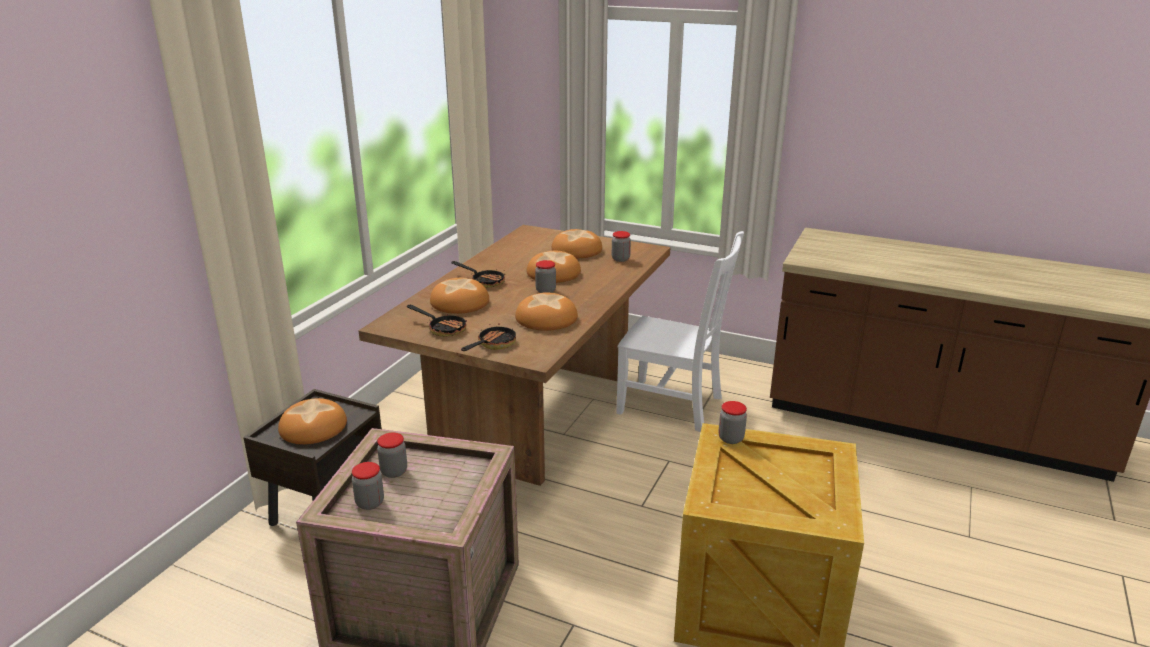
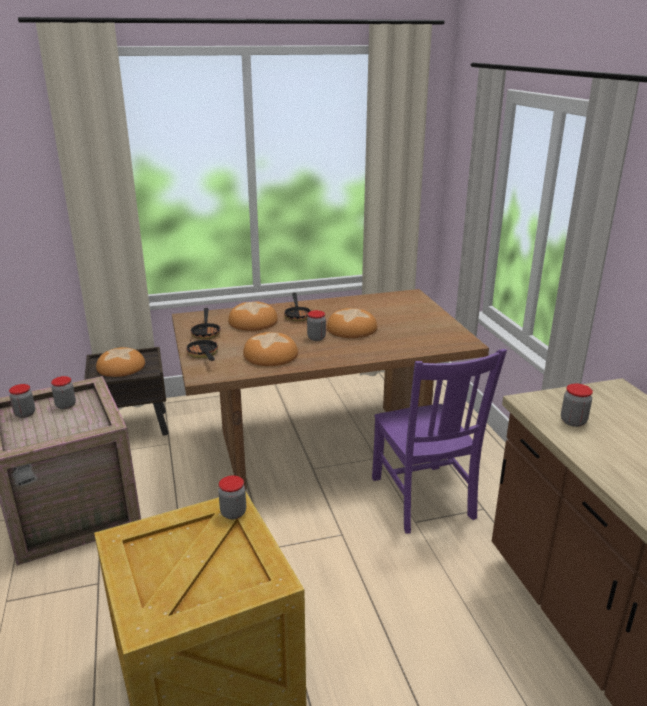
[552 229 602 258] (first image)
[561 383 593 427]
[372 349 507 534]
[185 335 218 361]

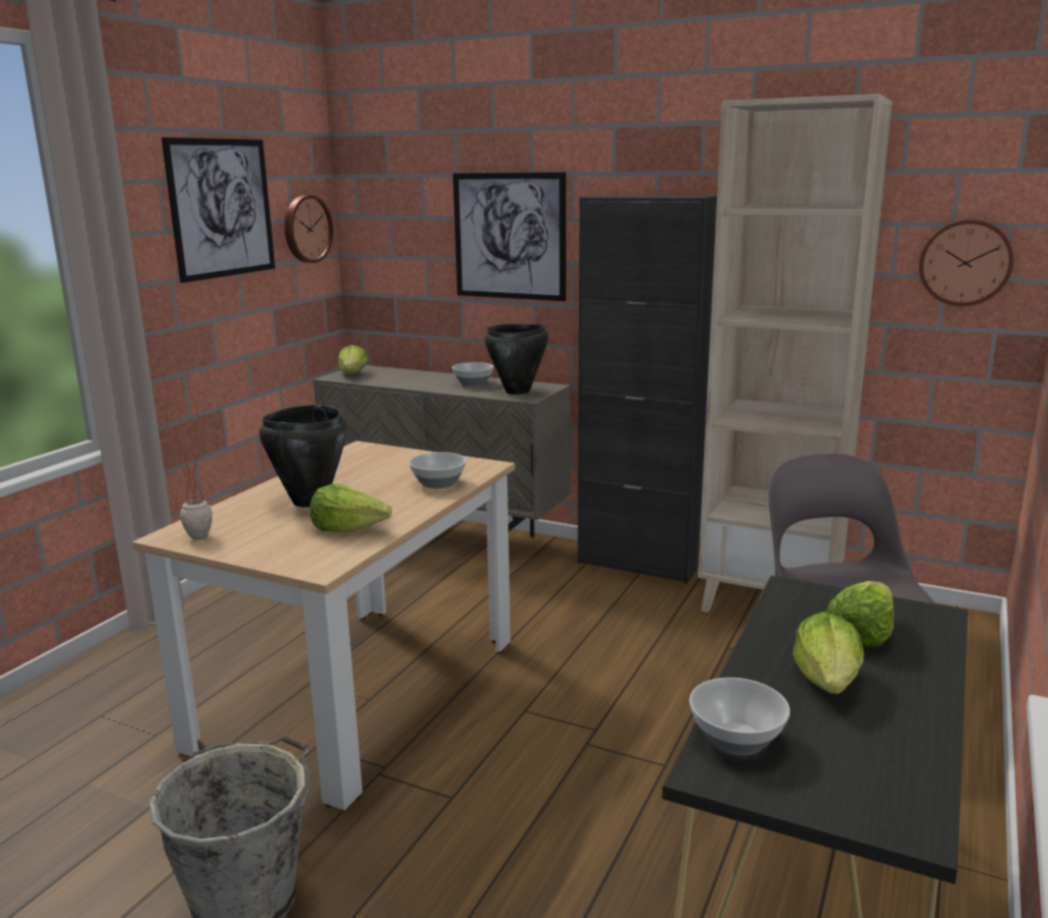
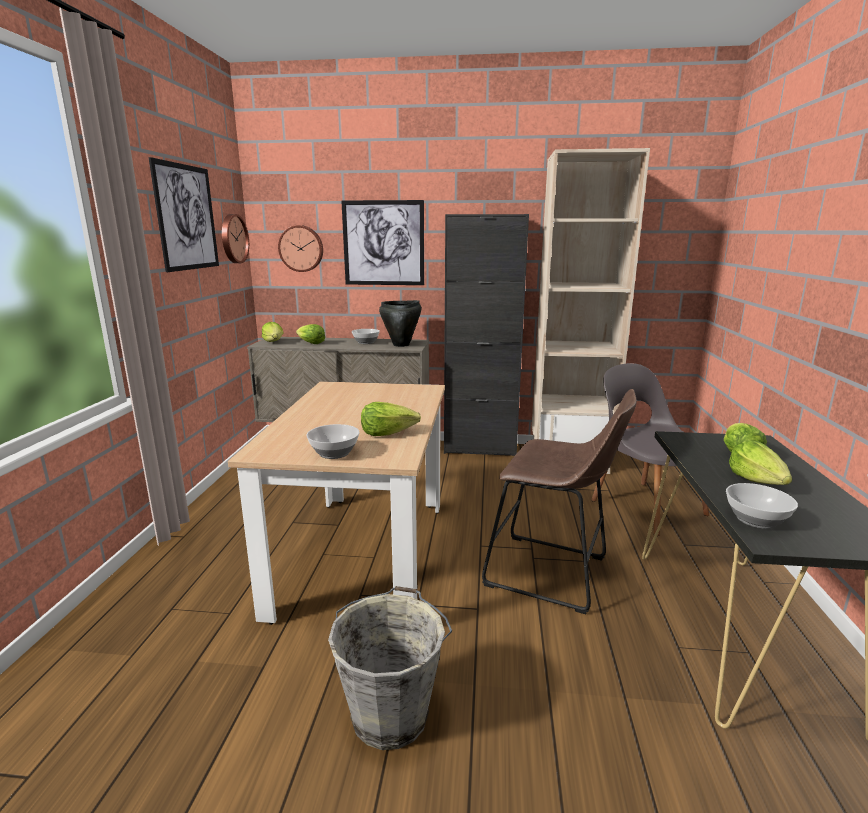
[278 225 323 272]
[160 357 212 540] (first image)
[259 405 347 507] (first image)
[307 424 360 459]
[296 324 325 344]
[482 389 637 614]

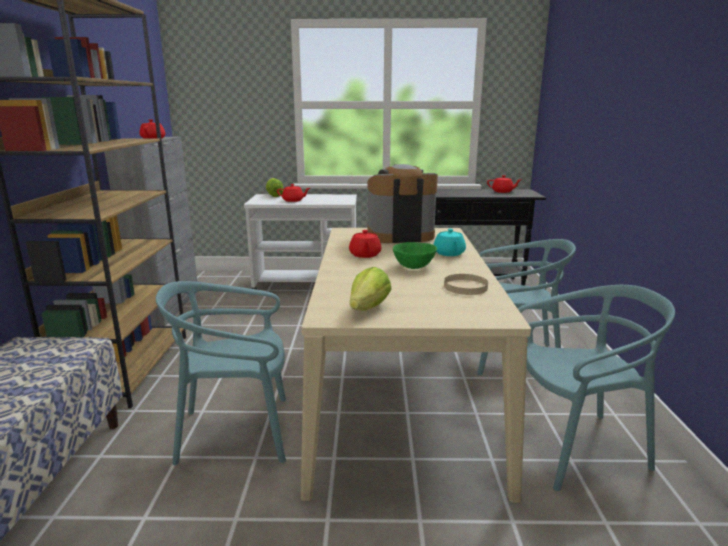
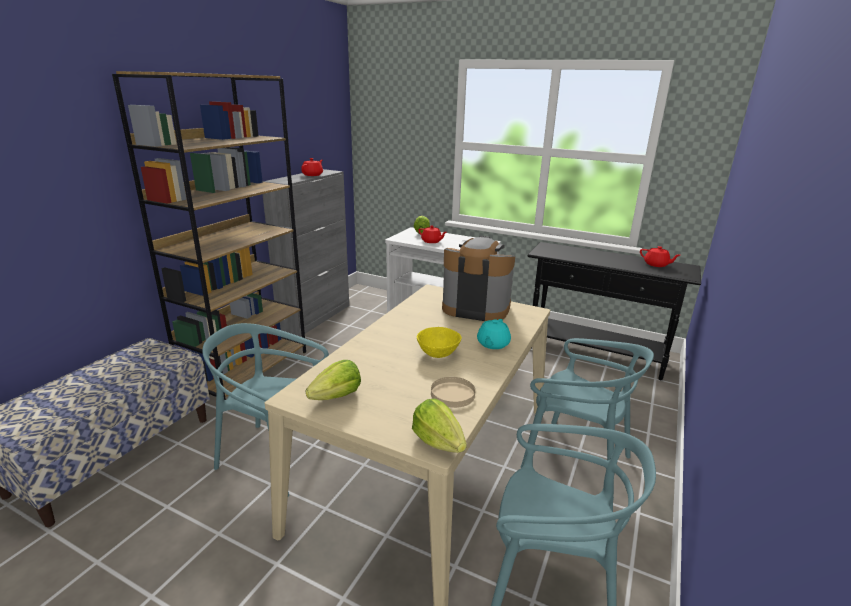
[349 230 381 258] (first image)
[417 327 462 358]
[412 398 467 453]

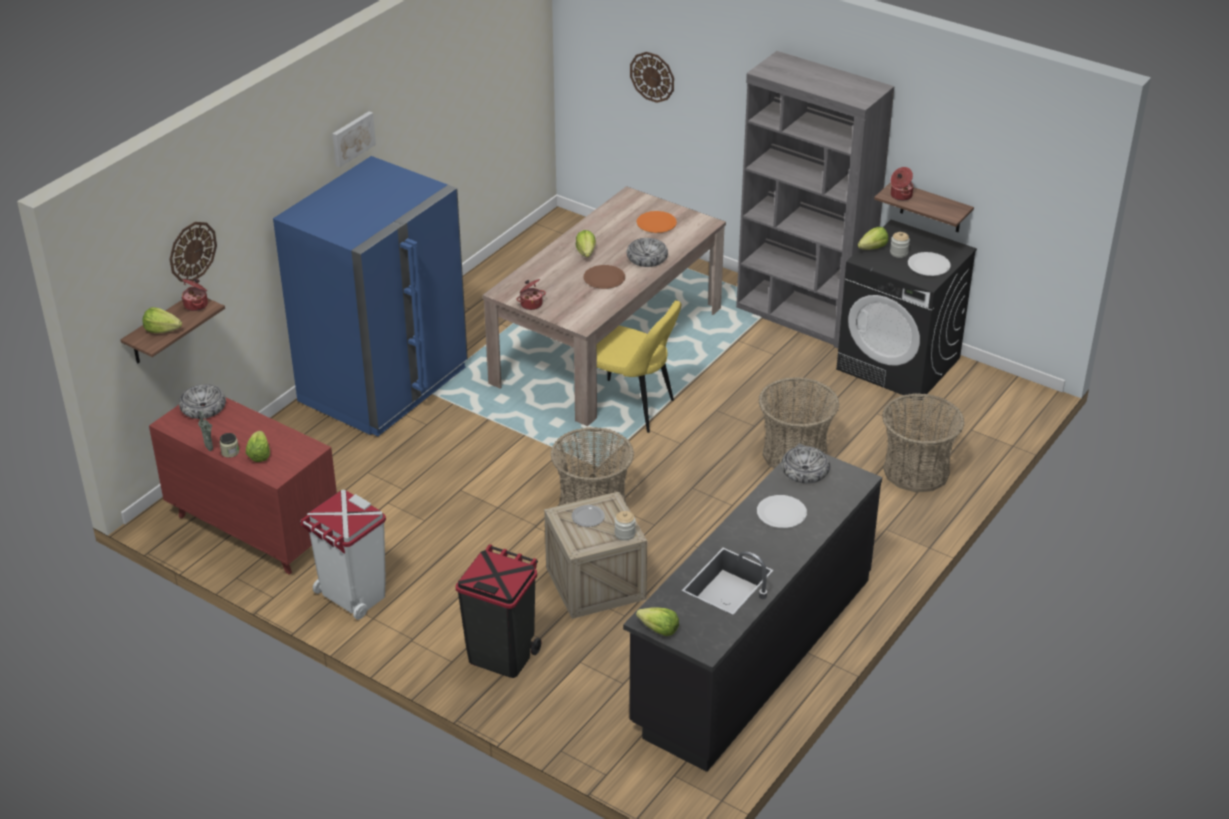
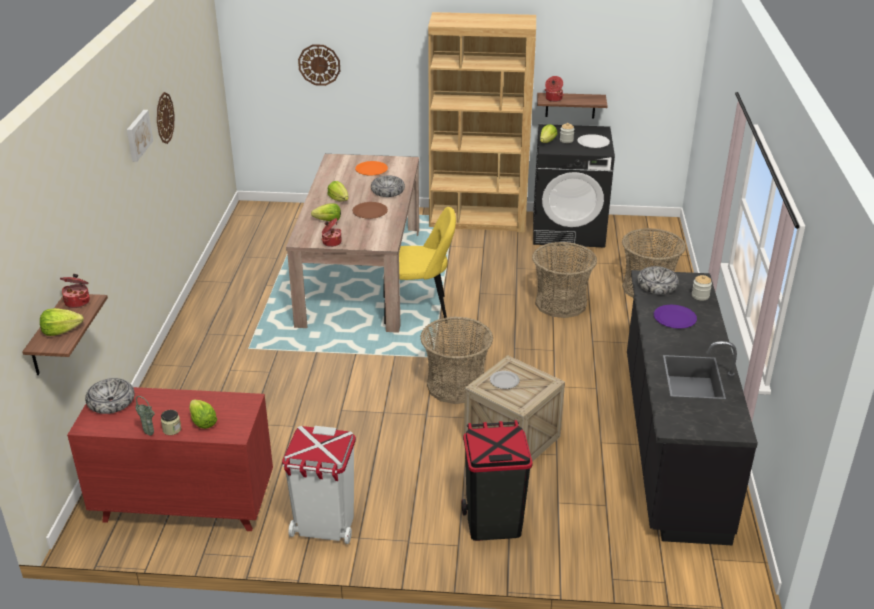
[428 12 536 232]
[273 156 468 436] (first image)
[157 92 175 144]
[654 305 697 329]
[692 275 712 301]
[311 203 341 221]

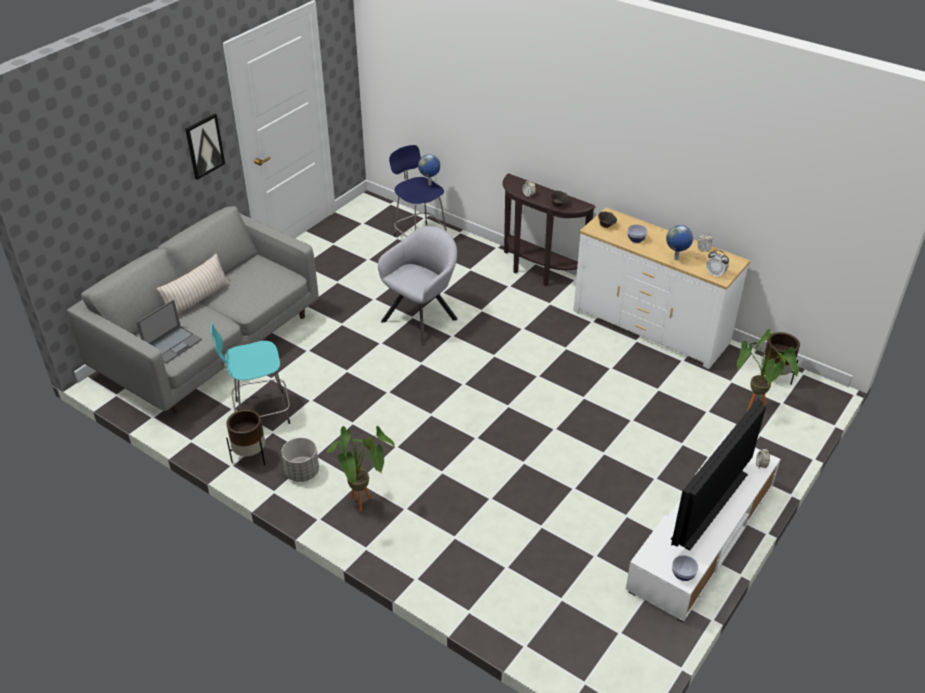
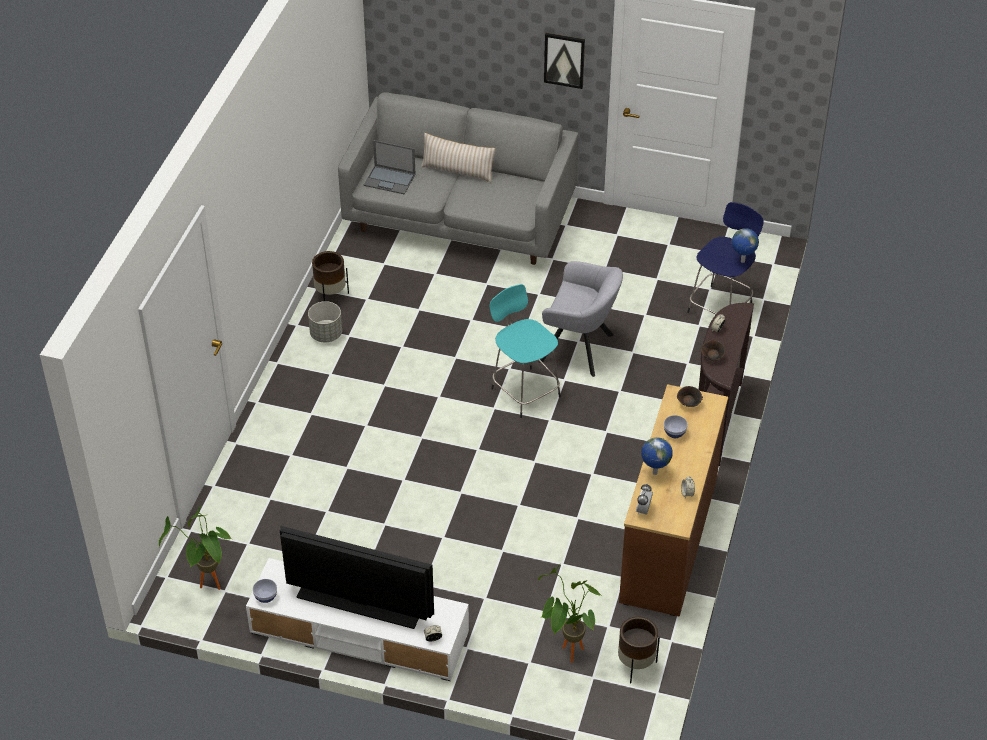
[619 384 728 617]
[490 284 561 418]
[159 505 232 590]

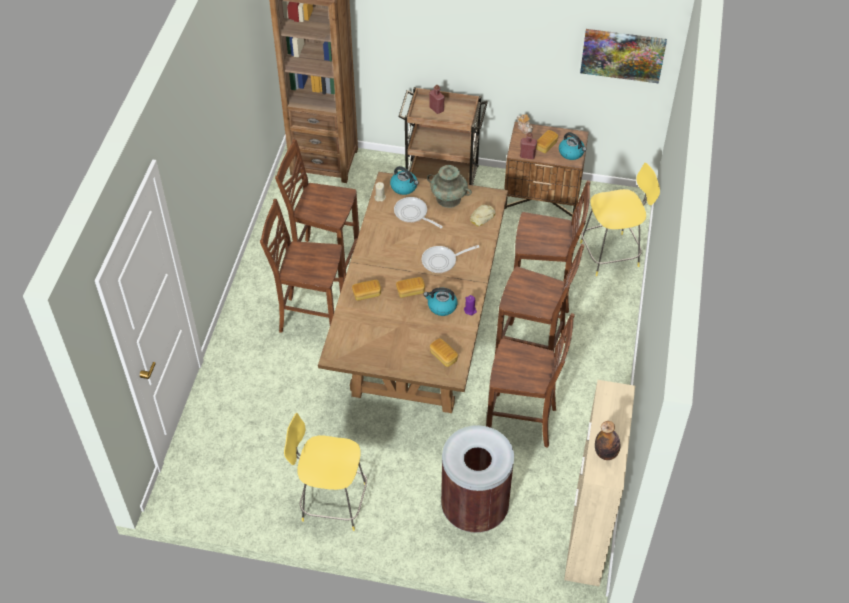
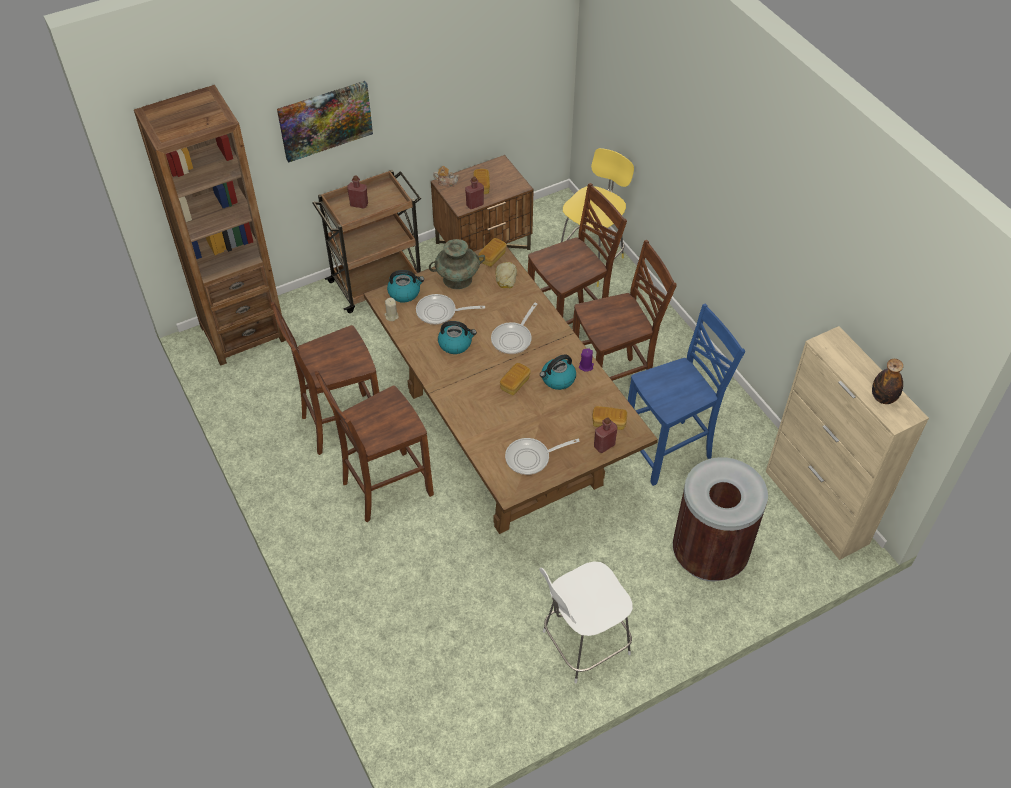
[277 81 373 163]
[438 321 477 354]
[479 238 507 267]
[628 304 745 486]
[539 562 633 684]
[594 418 618 453]
[505 438 580 475]

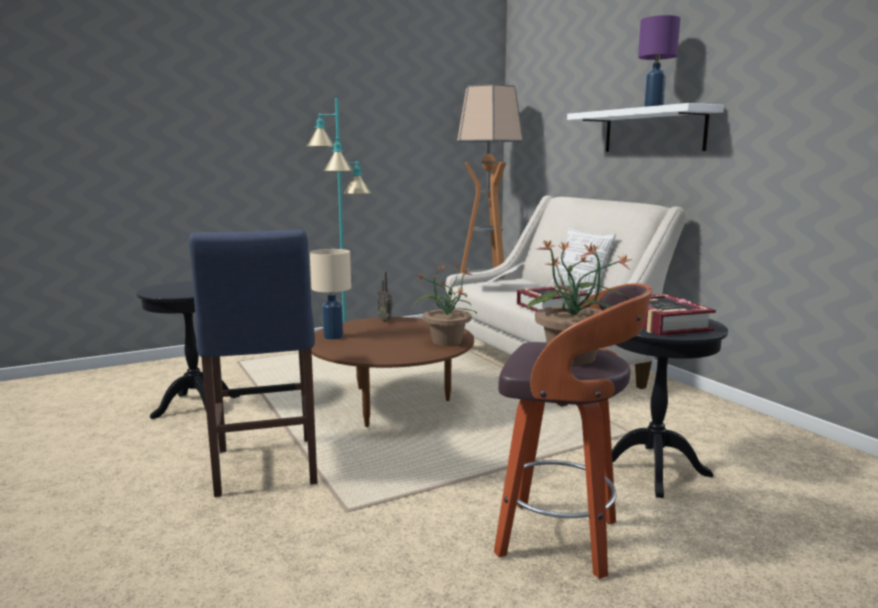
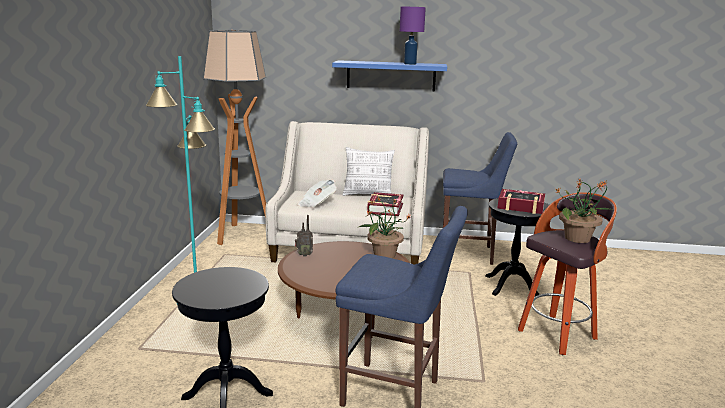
[332 60 447 92]
[310 249 351 340] (first image)
[443 132 517 265]

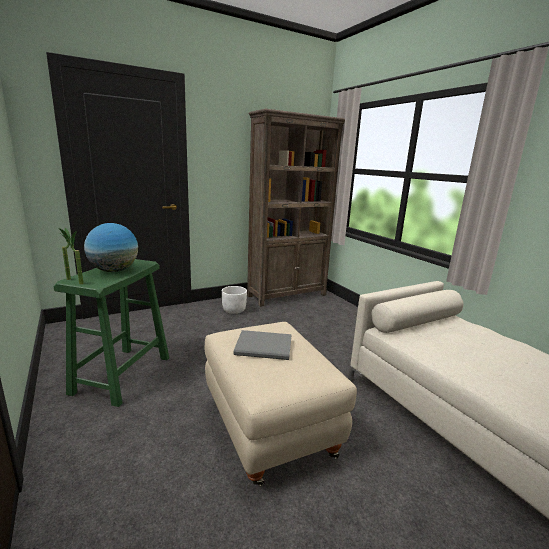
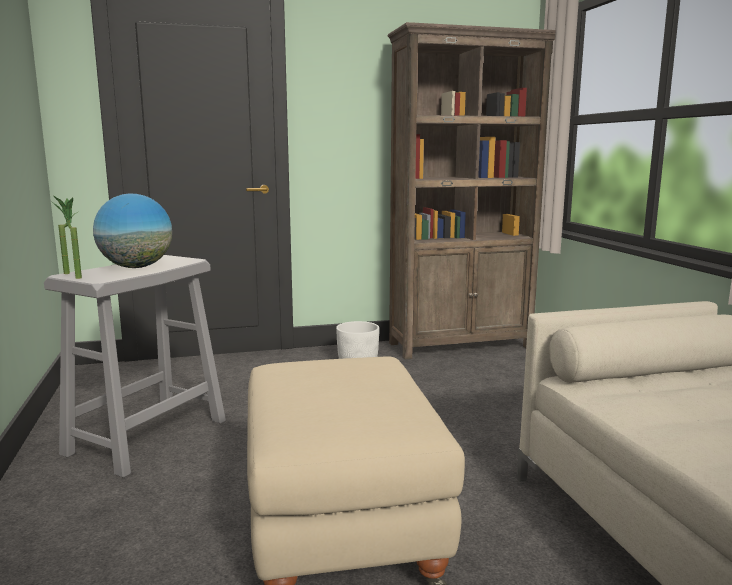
[44 255 226 478]
[234 330 292 360] (first image)

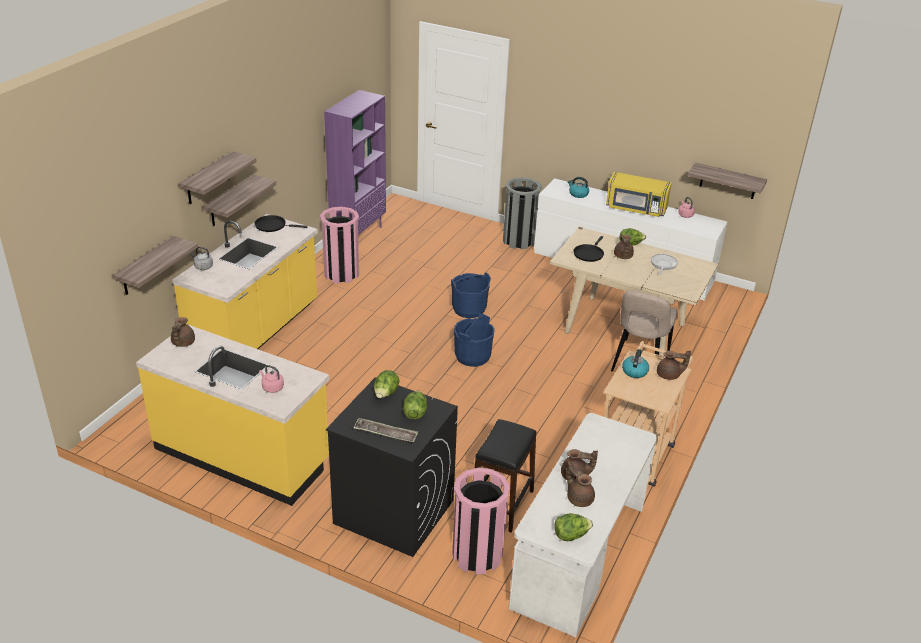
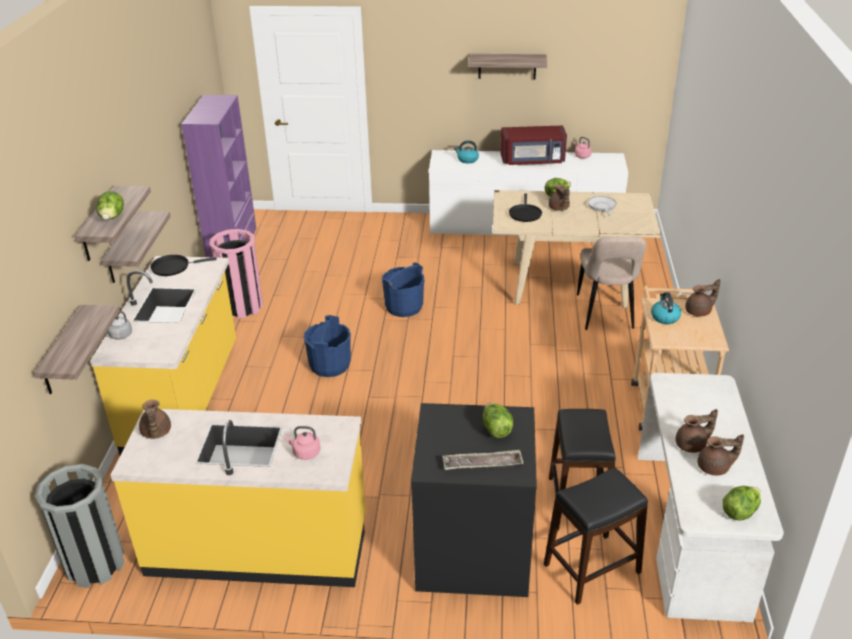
[468 54 547 79]
[500 125 567 165]
[34 464 125 588]
[303 315 351 377]
[96 191 124 220]
[698 434 744 475]
[544 467 648 605]

